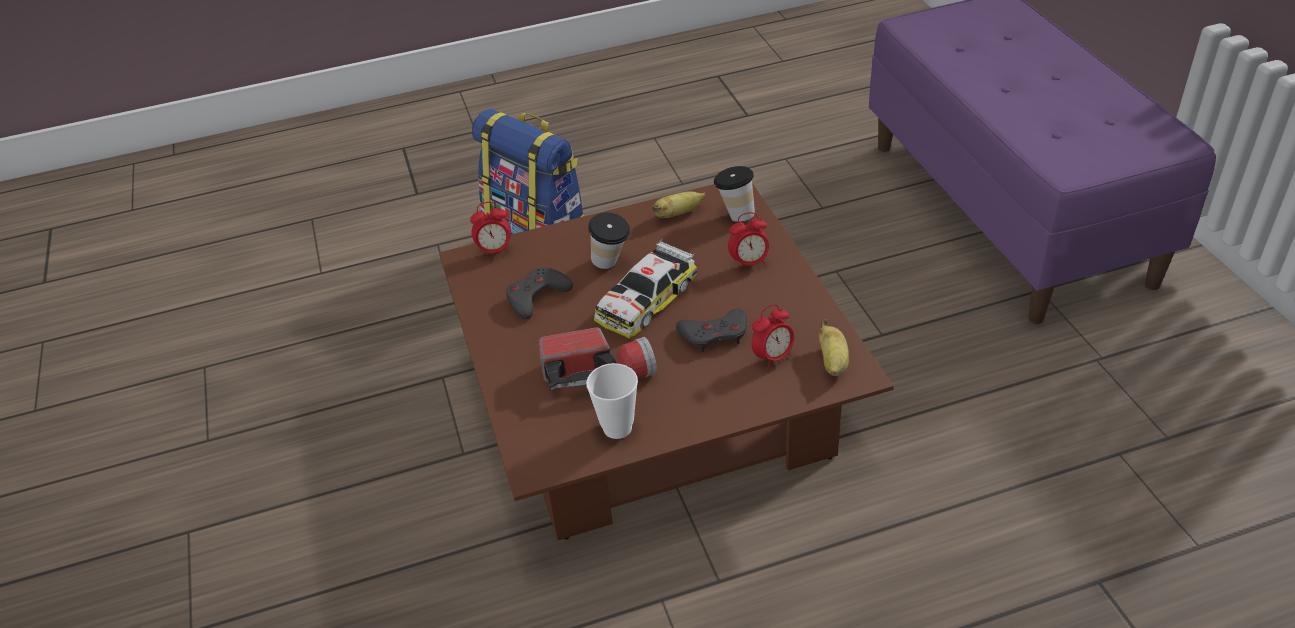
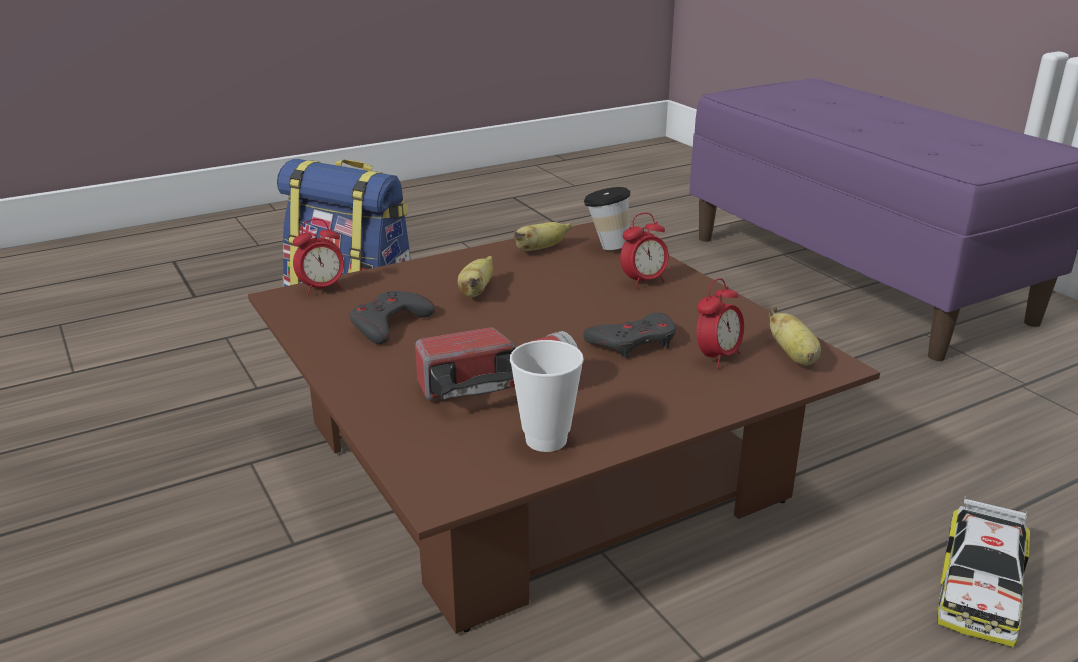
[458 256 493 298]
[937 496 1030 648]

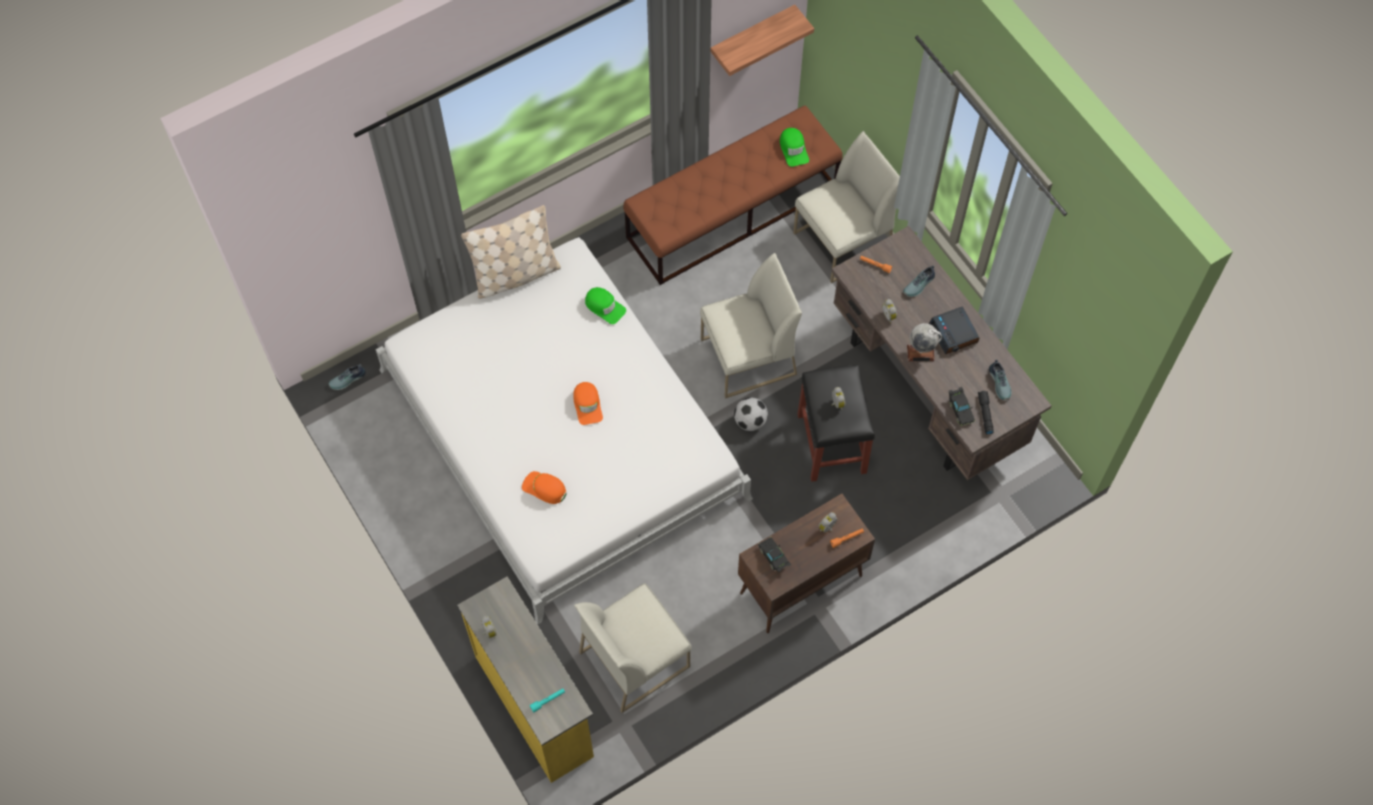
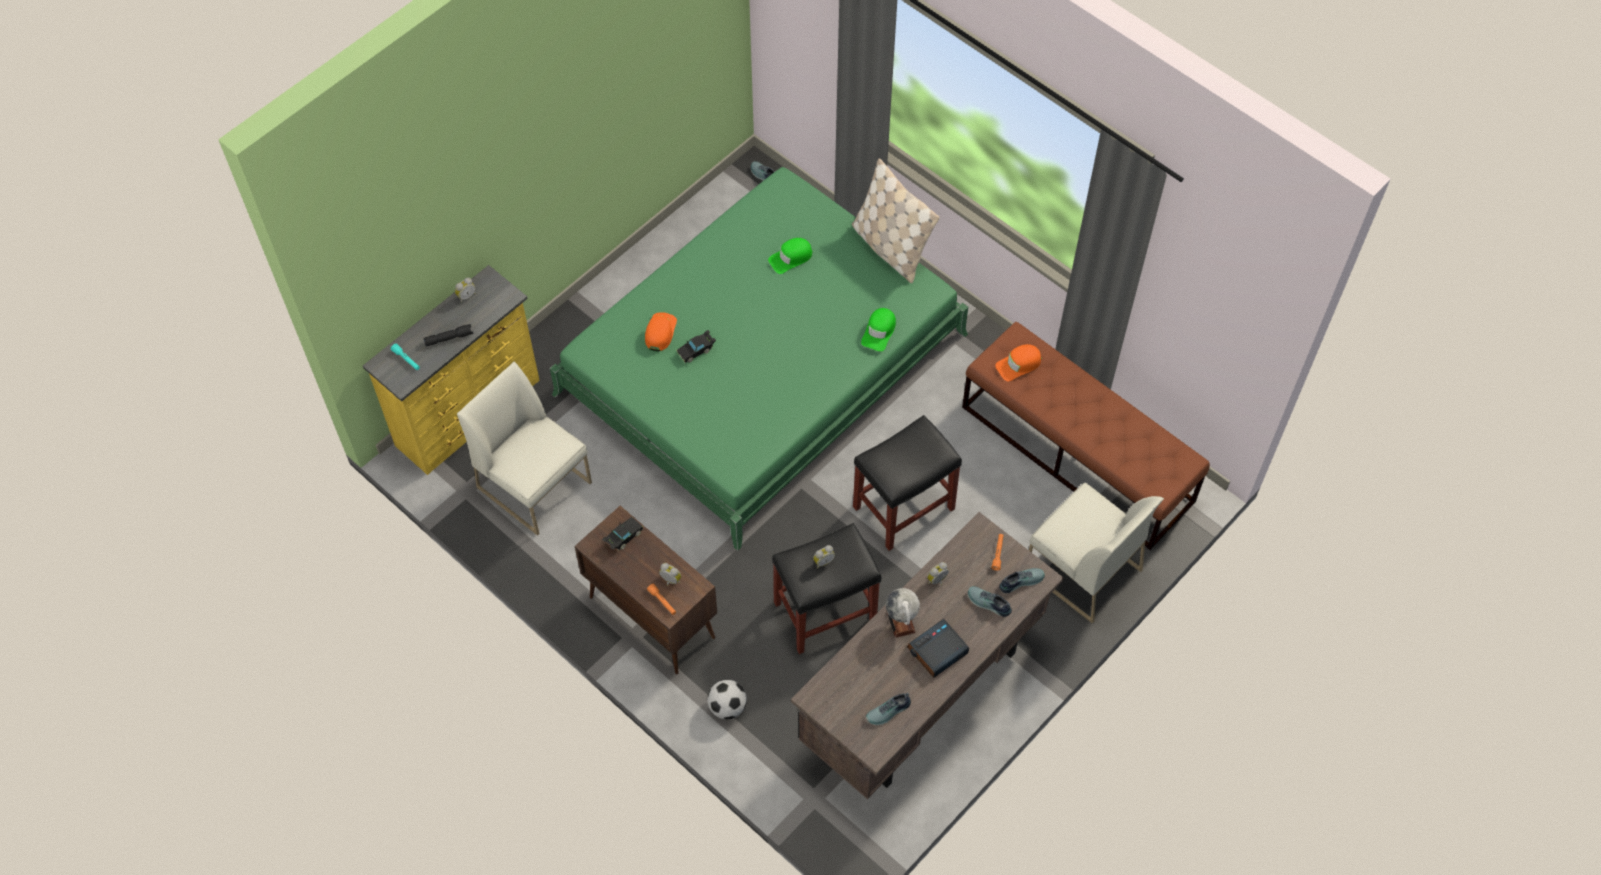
[711 5 814 76] (first image)
[768 238 812 274]
[550 167 968 551]
[853 415 962 551]
[995 344 1041 381]
[677 330 716 363]
[423 324 473 346]
[707 680 747 720]
[999 568 1045 593]

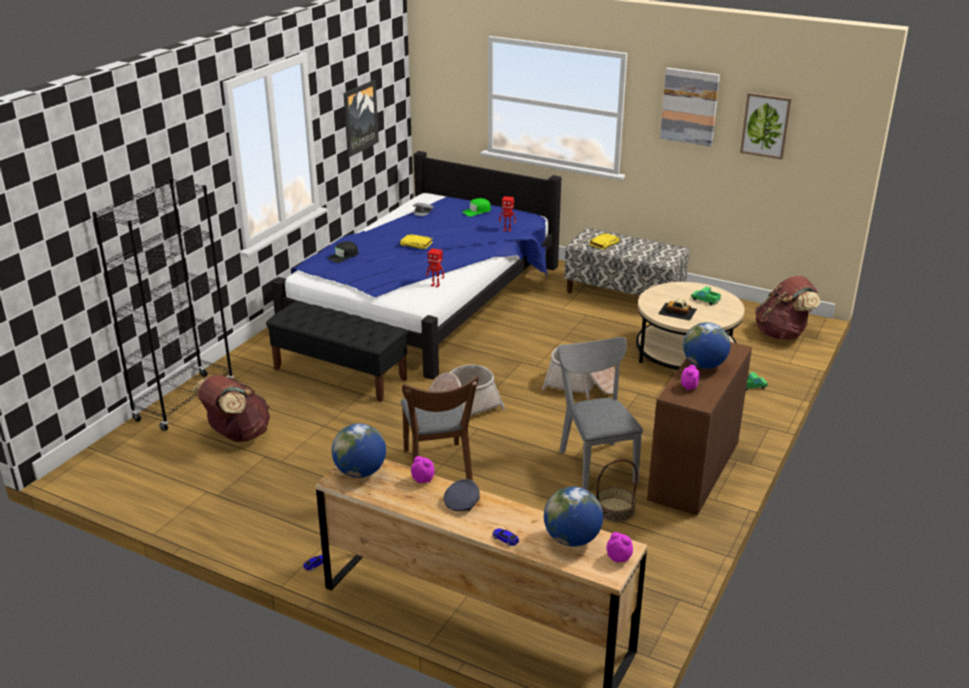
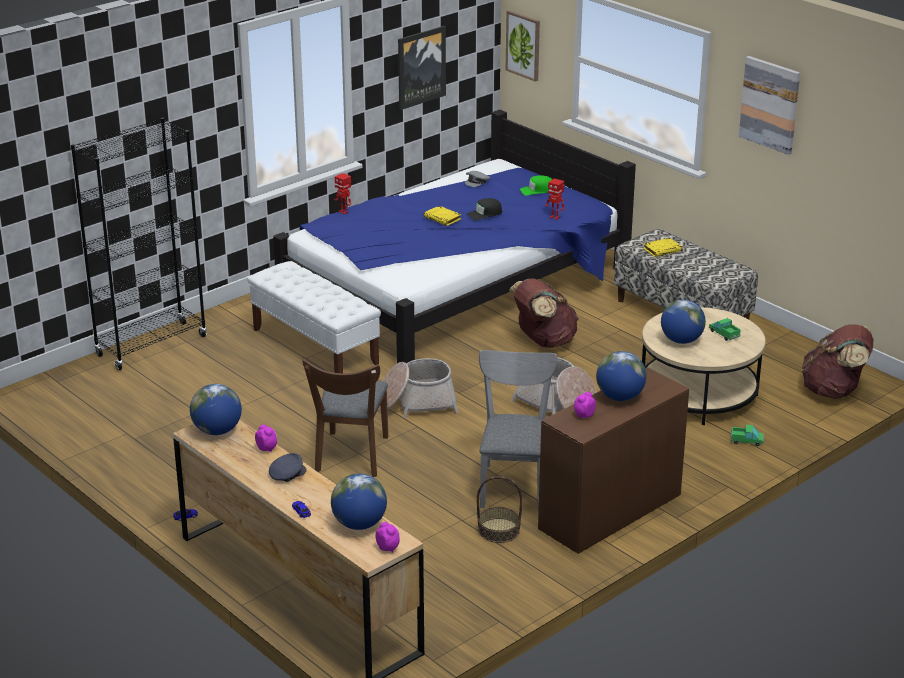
[506 10 540 82]
[467 198 502 220]
[335 173 351 214]
[661 299 706 344]
[247 261 381 373]
[509 279 579 348]

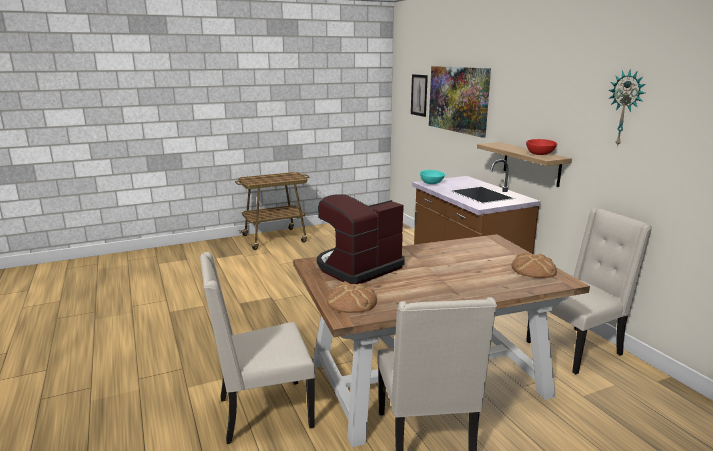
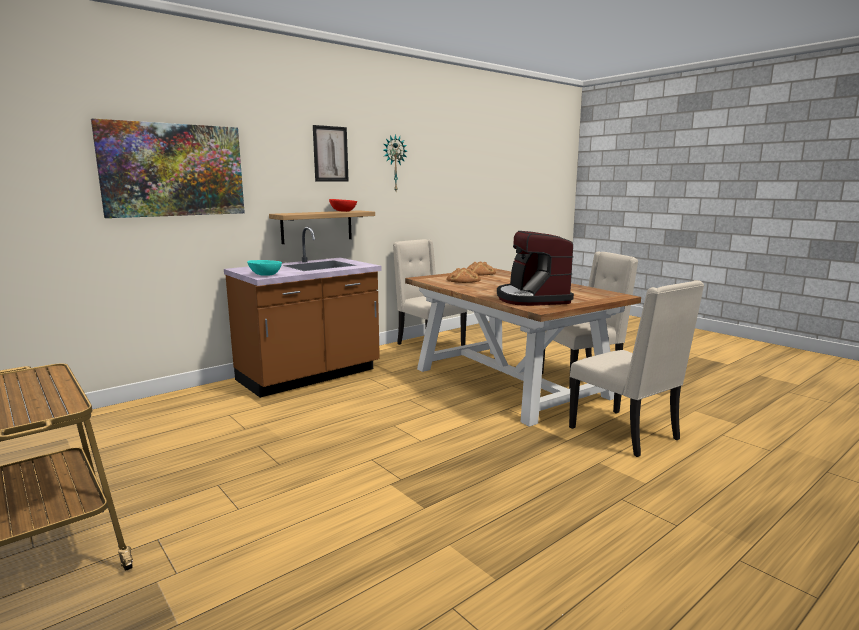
[313 125 349 182]
[497 231 574 306]
[446 268 481 283]

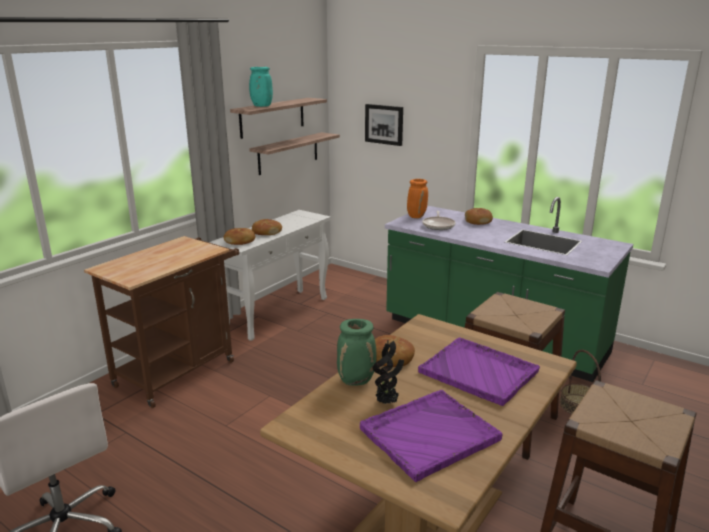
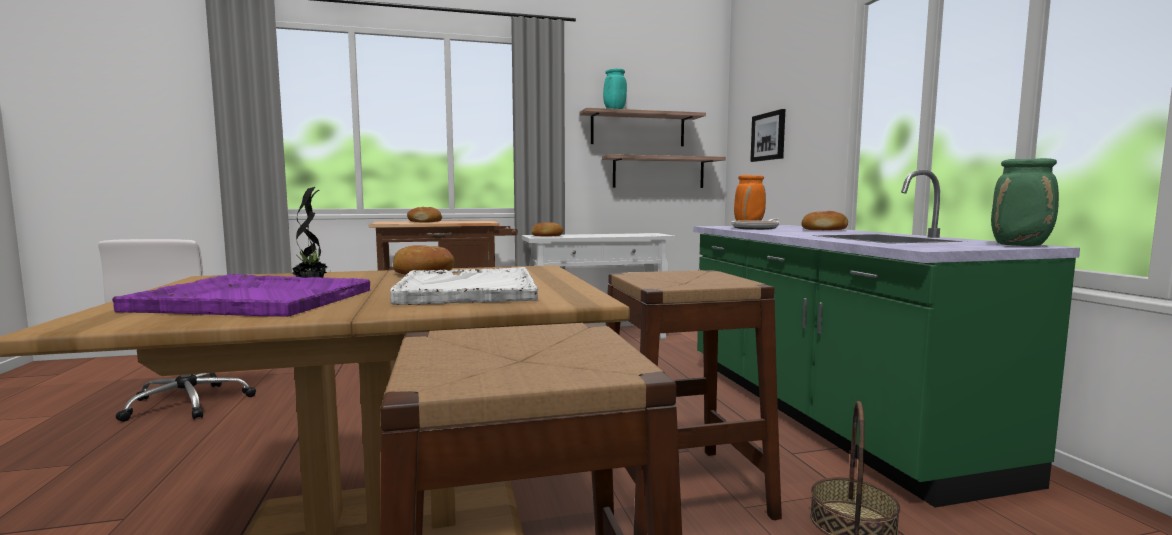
[407 207 442 222]
[991 158 1059 246]
[390 267 538 305]

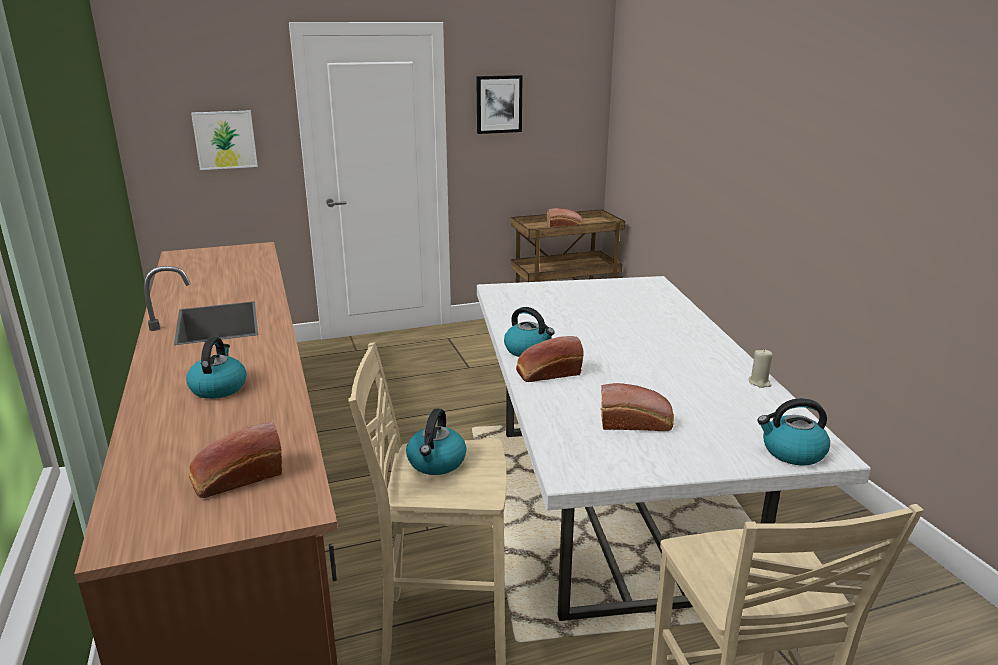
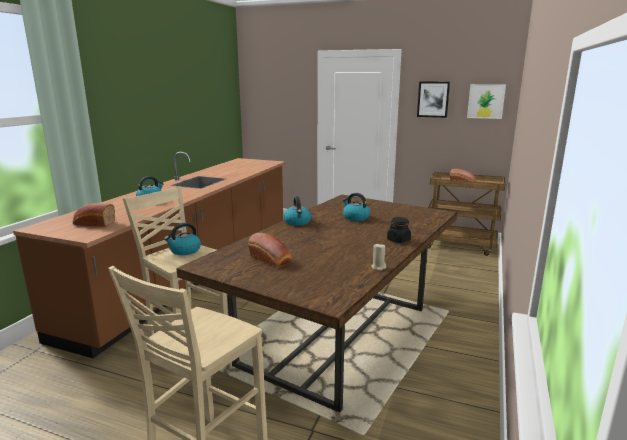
[467 84 506 119]
[177 195 458 413]
[516 336 584 382] (first image)
[343 193 370 221]
[387 217 411 243]

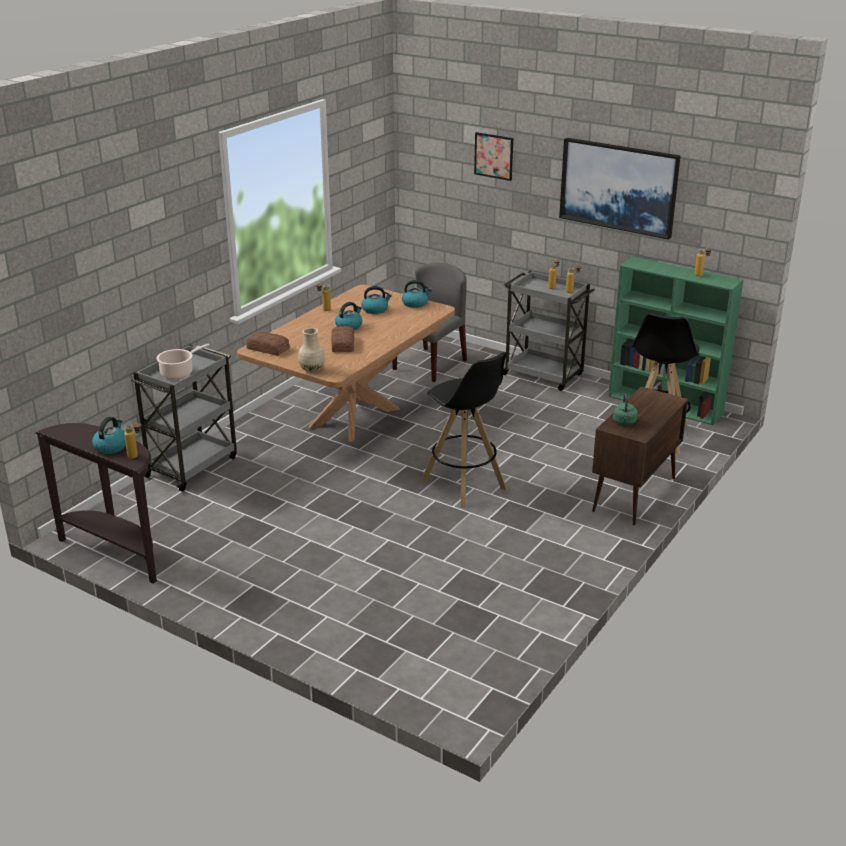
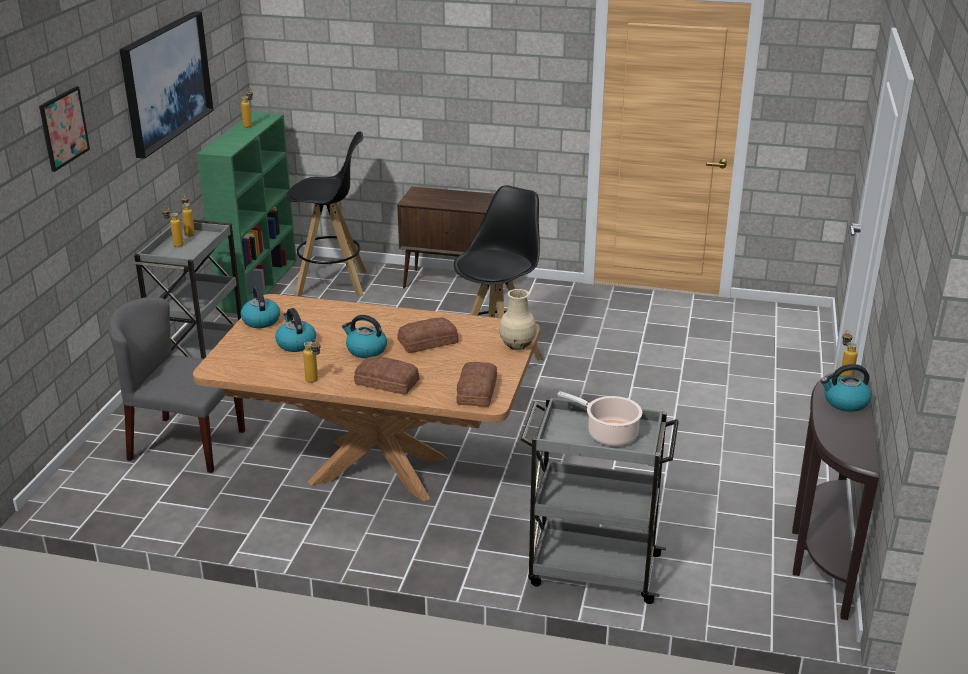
[613 393 638 425] (first image)
[354 356 420 395]

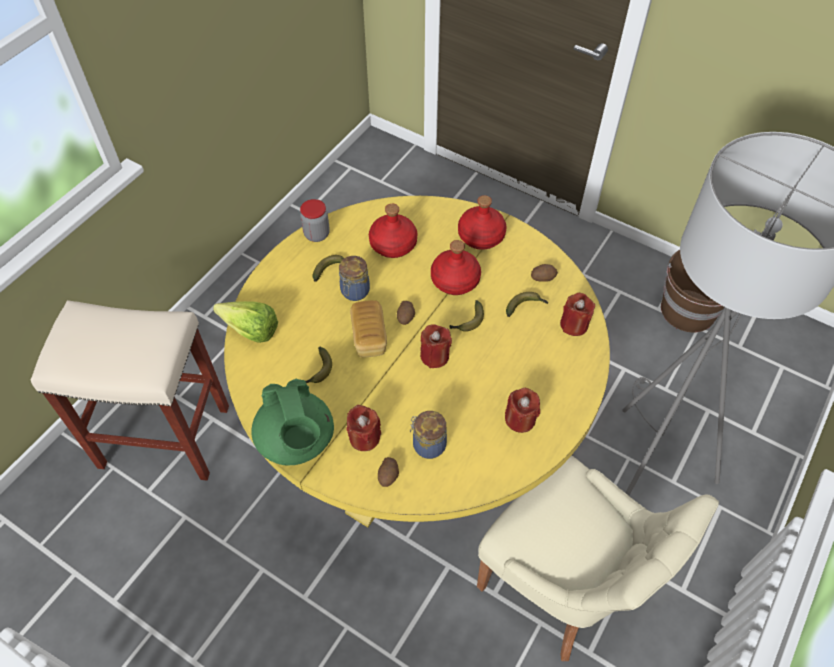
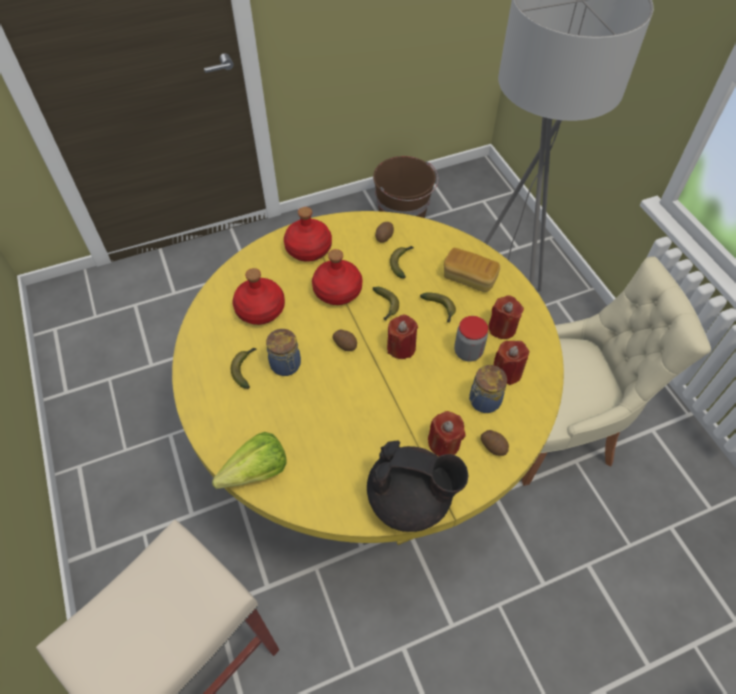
[454 316 488 362]
[494 341 530 385]
[444 248 500 292]
[420 292 456 323]
[367 441 468 532]

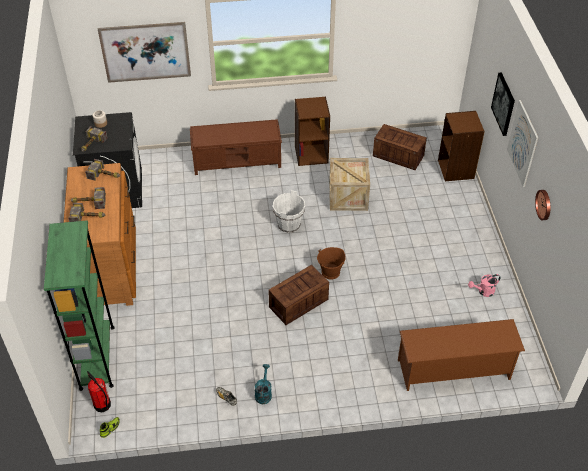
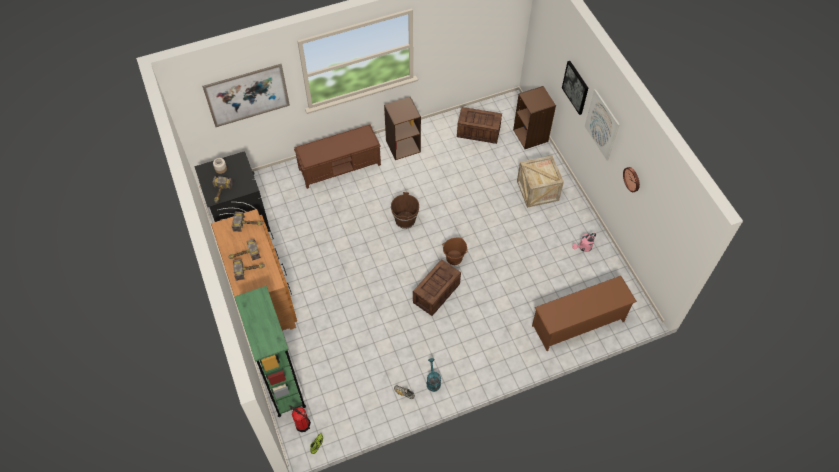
[517 155 564 208]
[391 192 419 229]

